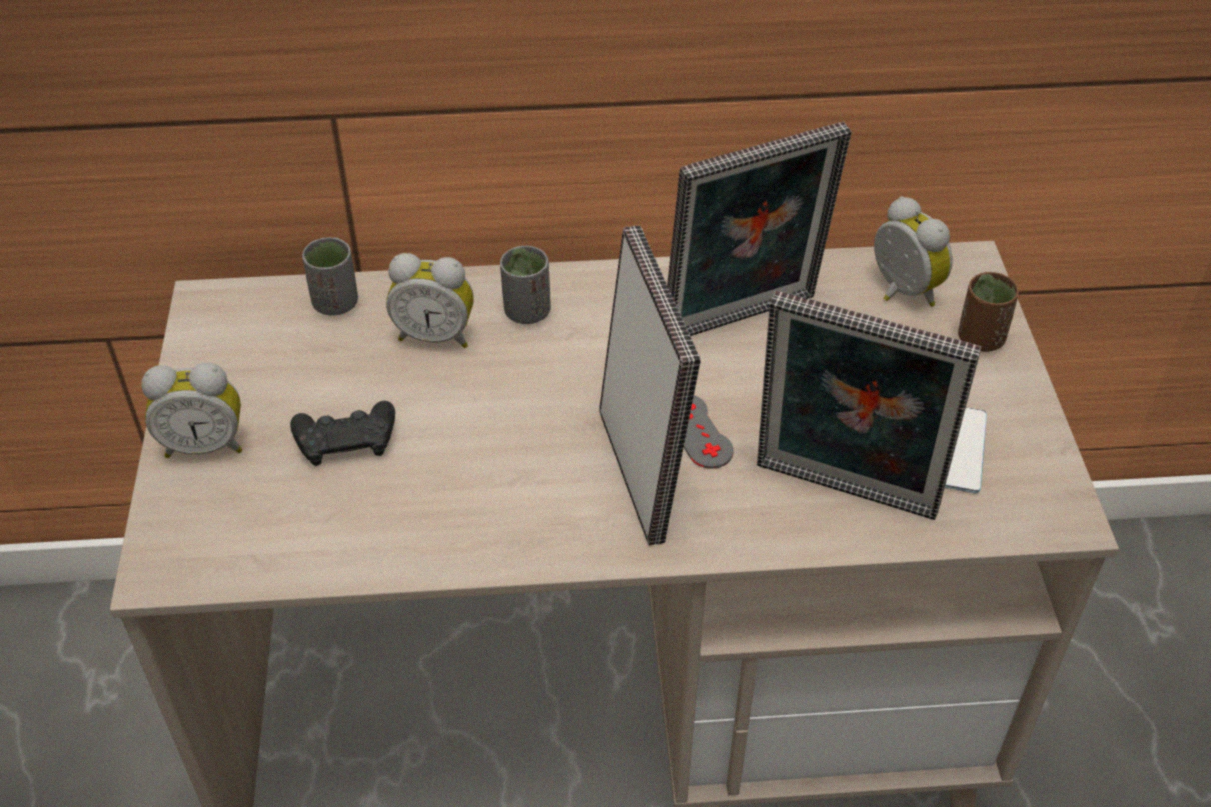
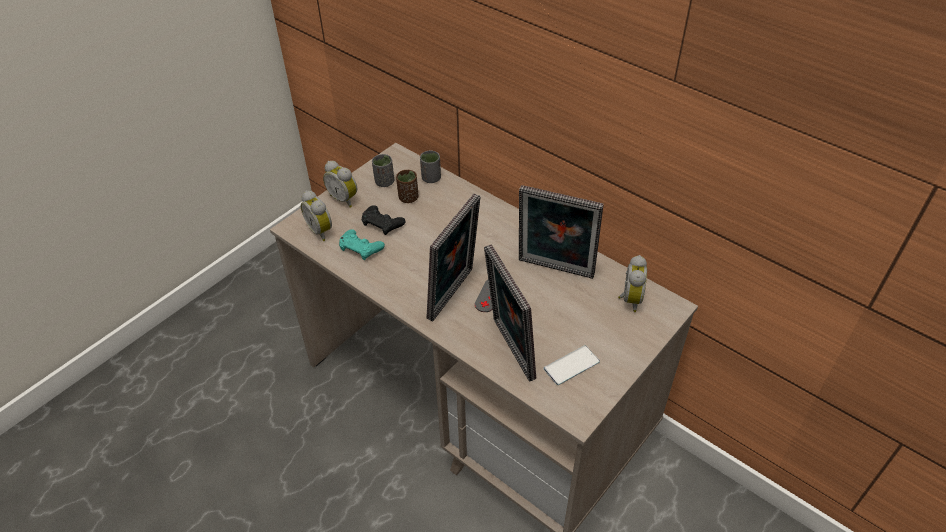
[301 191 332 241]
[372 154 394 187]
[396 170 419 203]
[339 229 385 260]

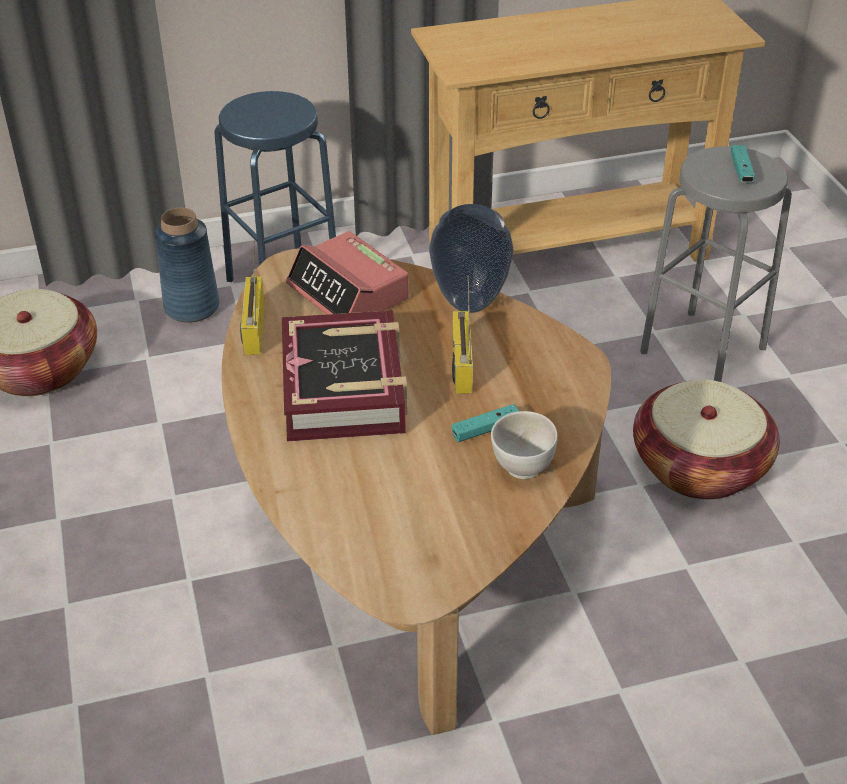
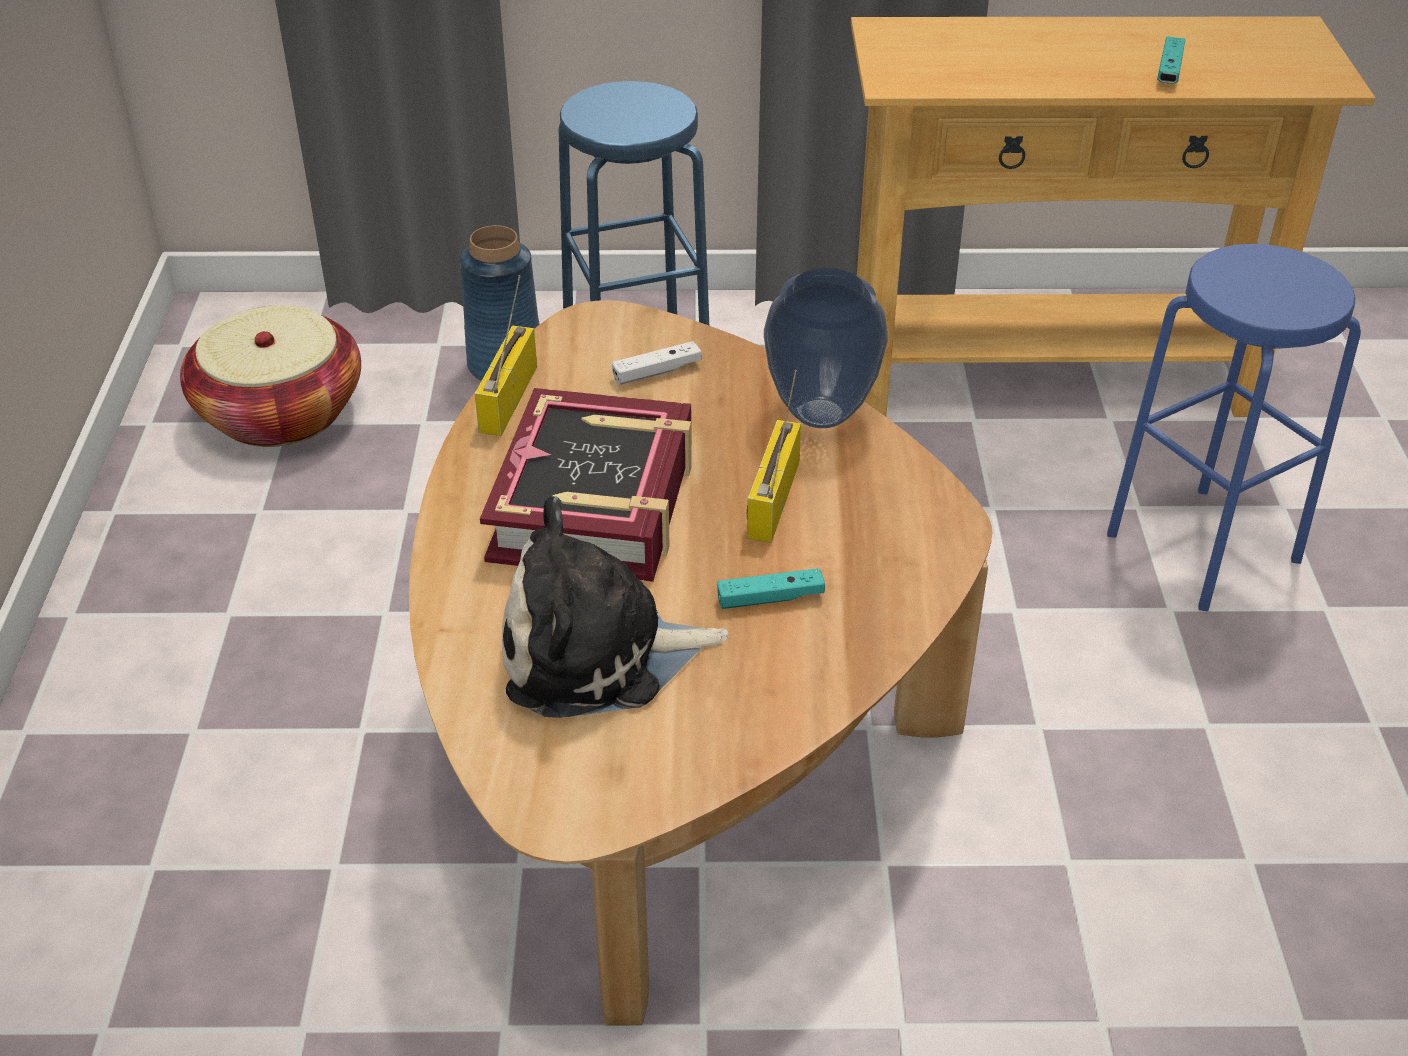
[612 341 701 385]
[491 411 558 479] (first image)
[633 379 780 500] (first image)
[1107 244 1361 611]
[1157 36 1185 84]
[502 496 729 718]

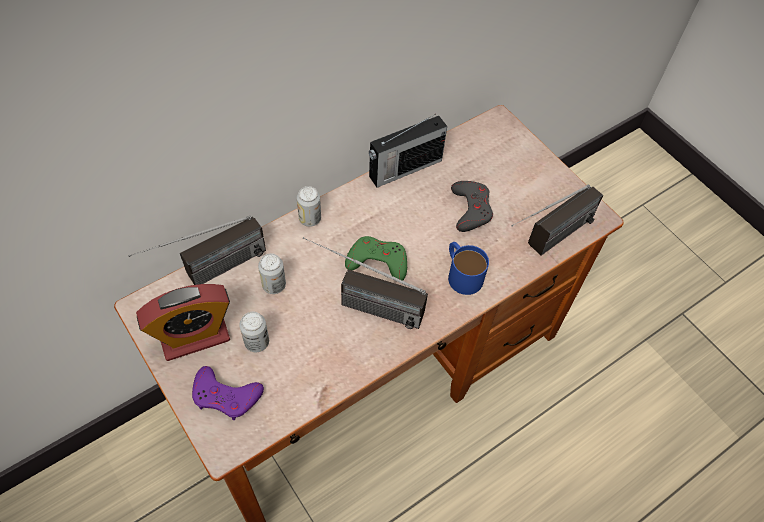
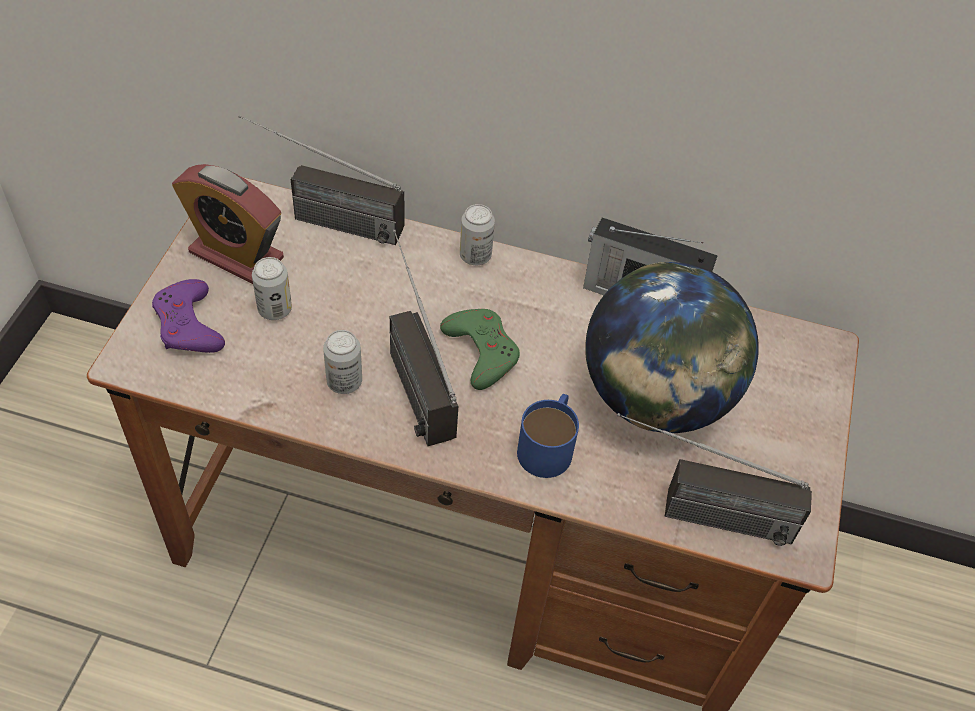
[323 330 362 394]
[585 262 759 433]

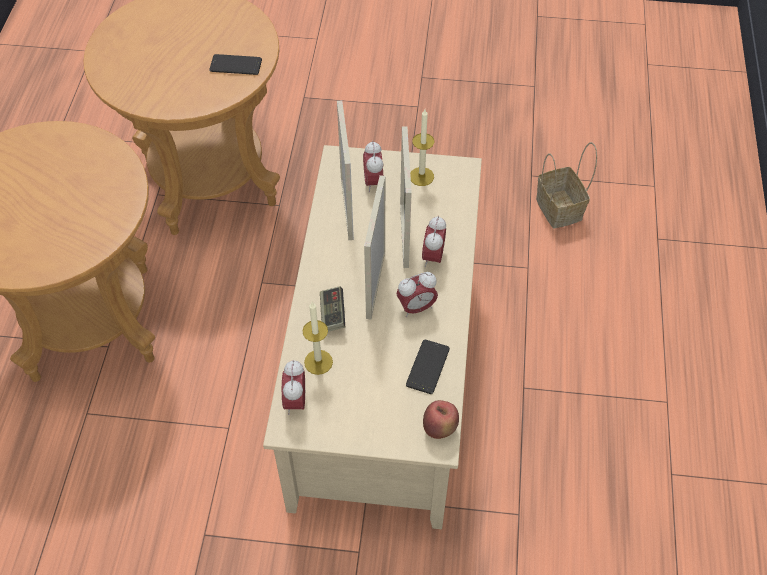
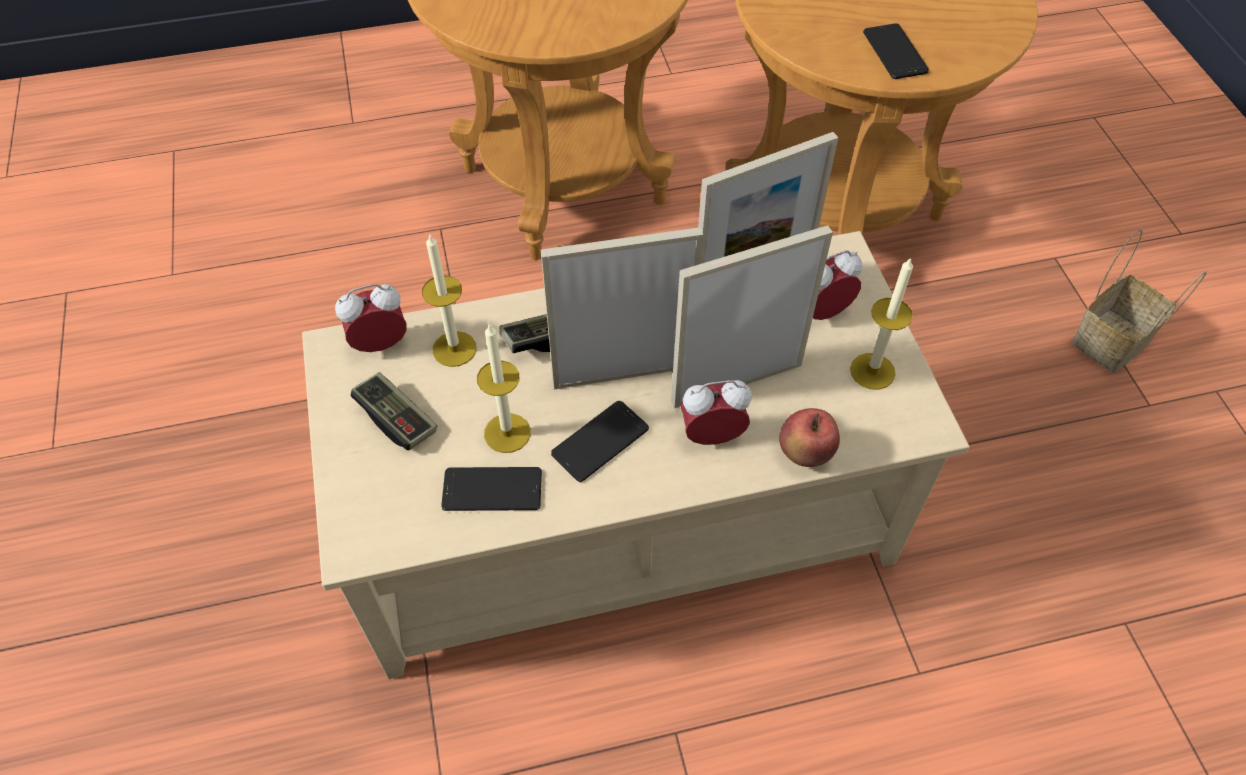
[551 401 649 482]
[779 408 840 467]
[1072 229 1207 372]
[351 372 437 450]
[477 324 531 453]

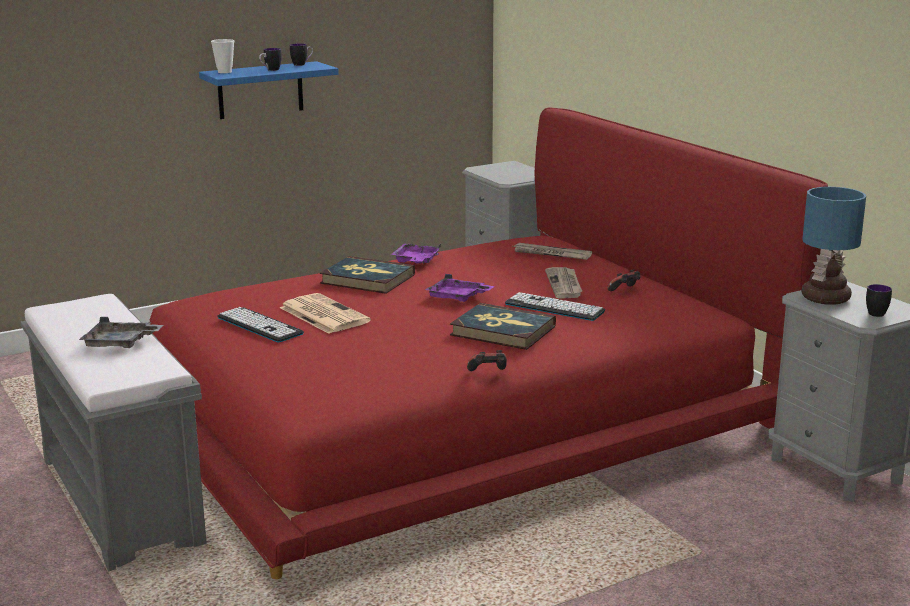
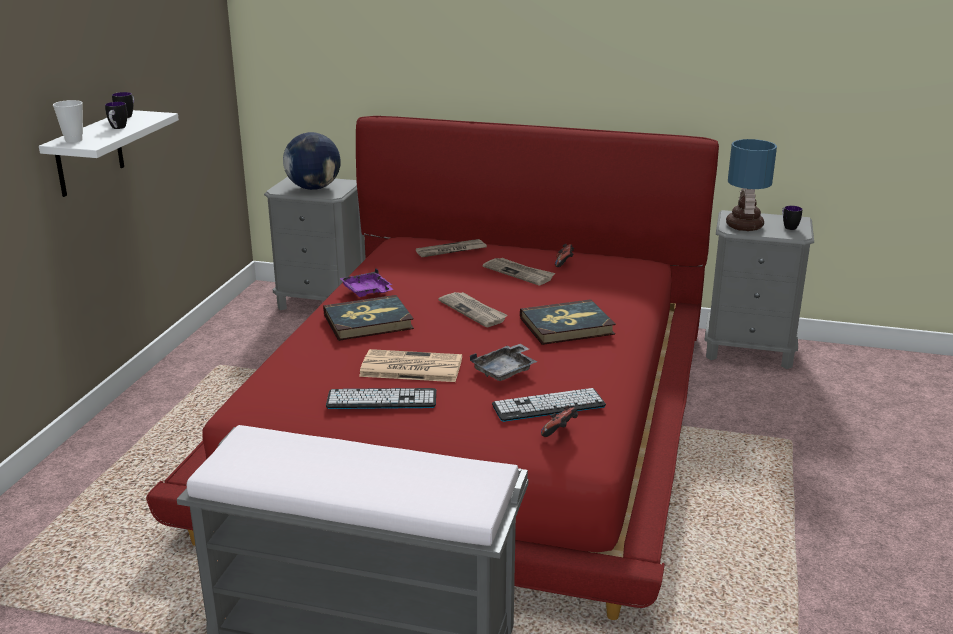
[470 343 537 381]
[39 110 179 197]
[438 292 508 327]
[541 405 578 437]
[492 388 606 422]
[283 132 341 190]

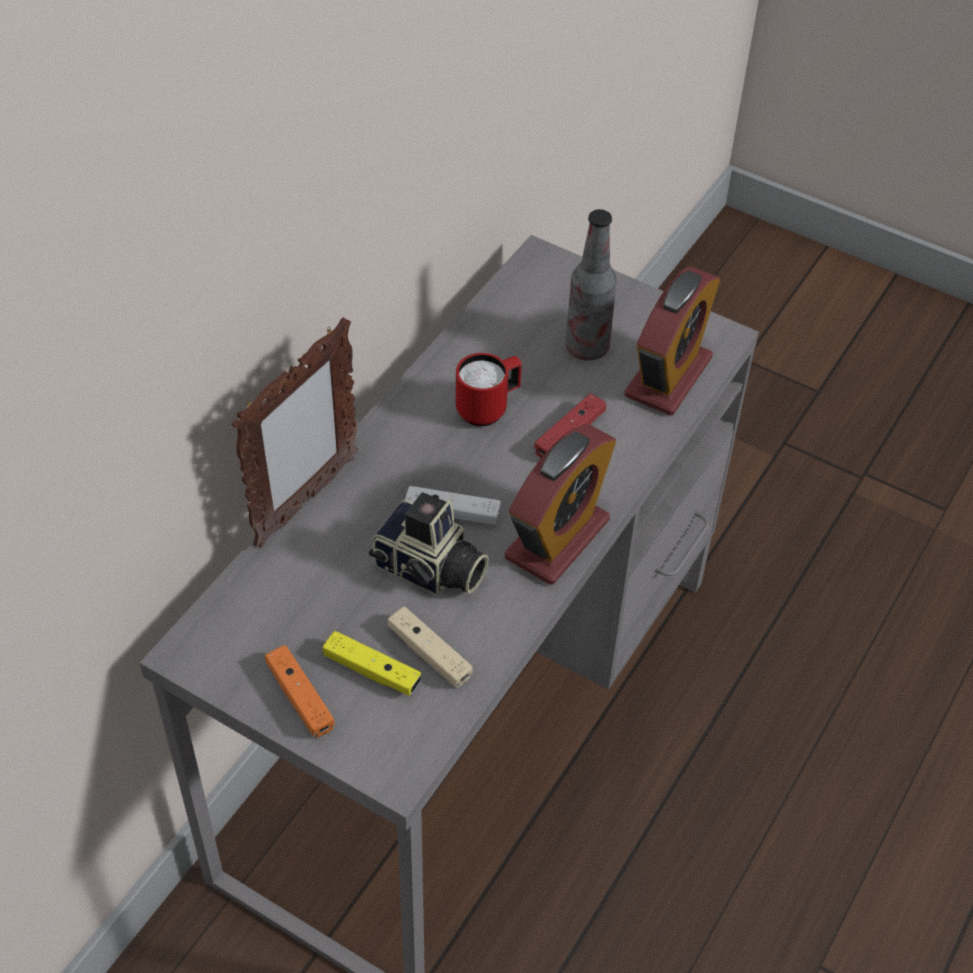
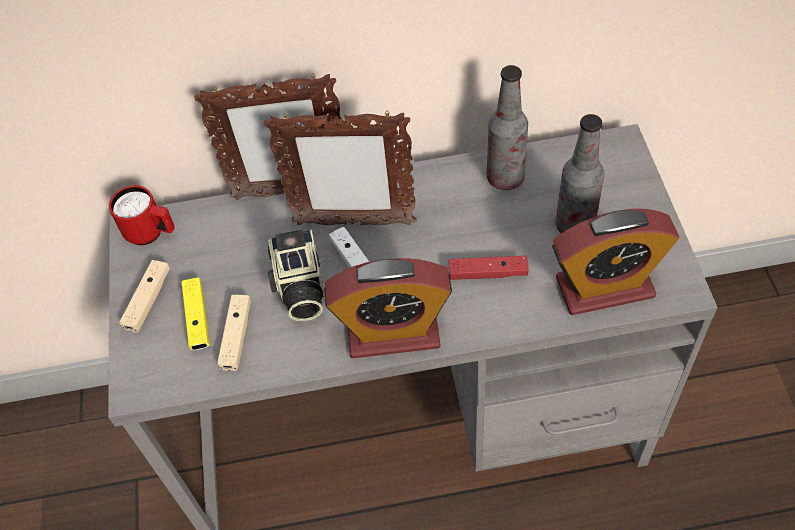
[119 260 170 333]
[109 185 175 245]
[264 112 417 225]
[487 65 528 190]

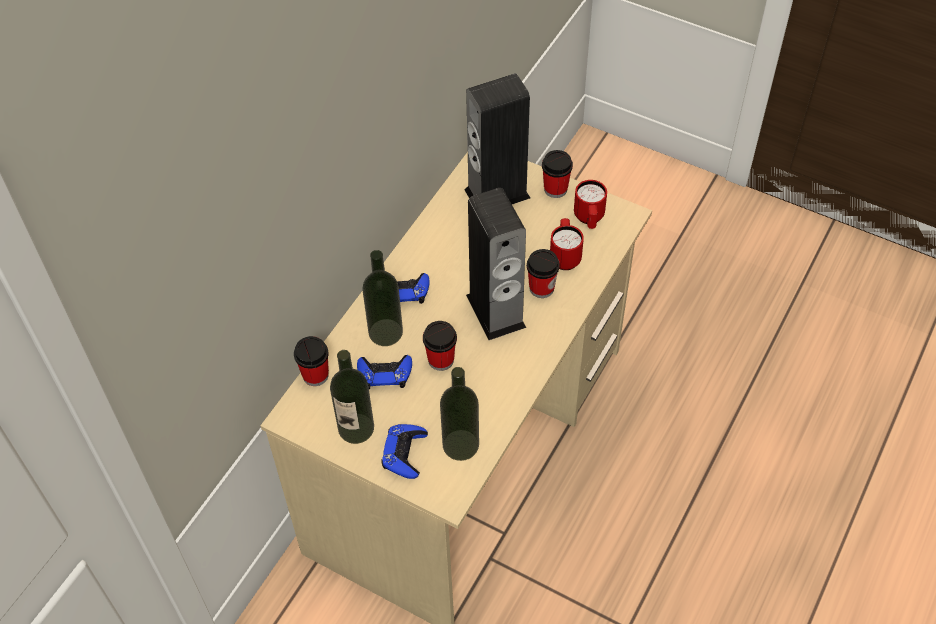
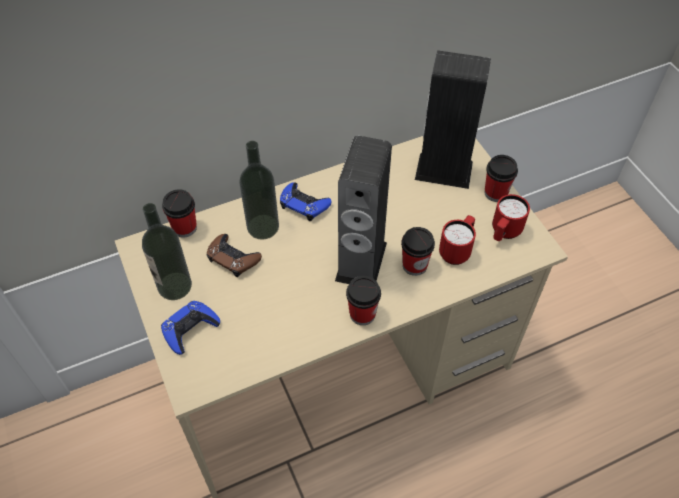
[207 234 262 277]
[346 276 381 325]
[440 367 479 461] (first image)

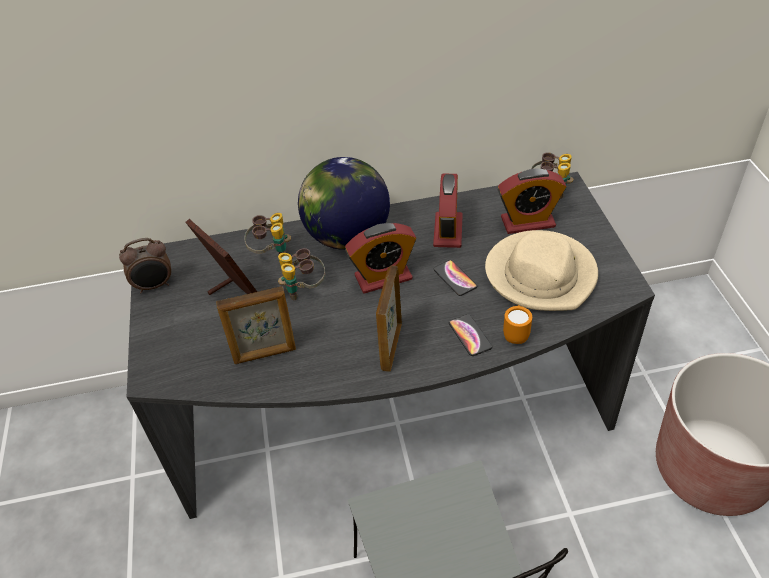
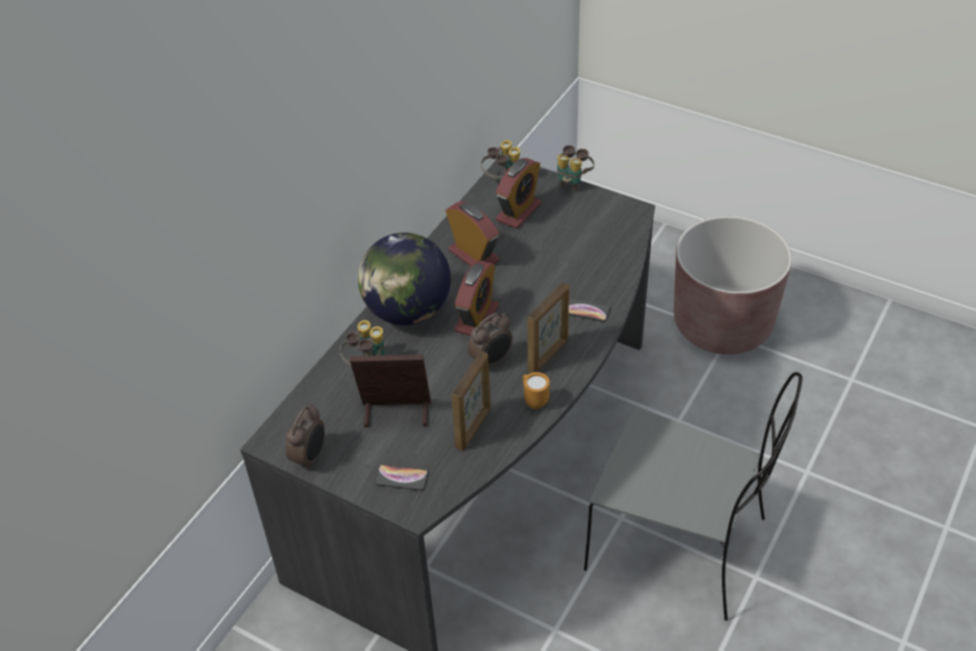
[557 145 594 192]
[528 282 569 373]
[374 464 428 491]
[485 230 598 311] (first image)
[523 372 550 409]
[468 313 513 367]

